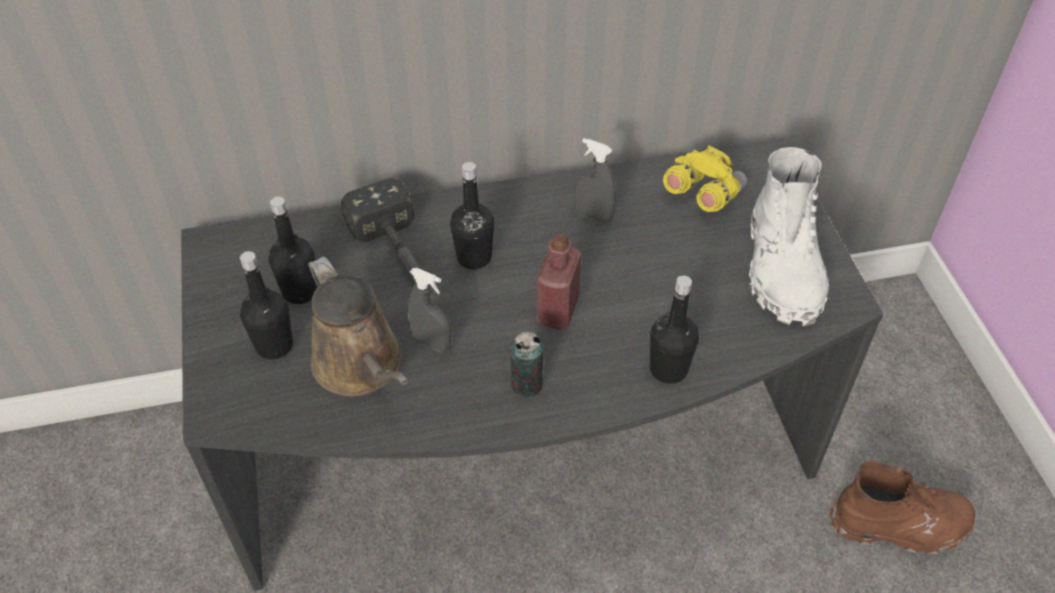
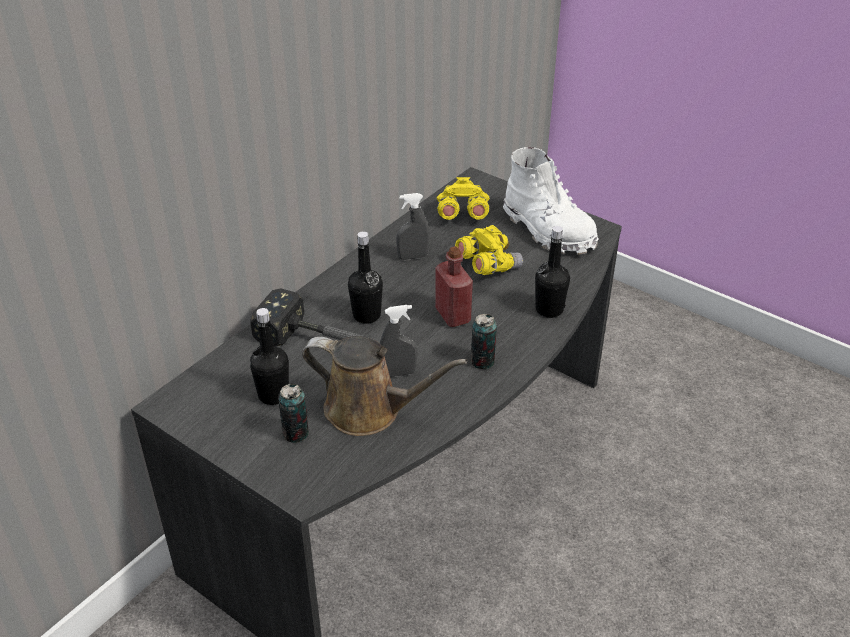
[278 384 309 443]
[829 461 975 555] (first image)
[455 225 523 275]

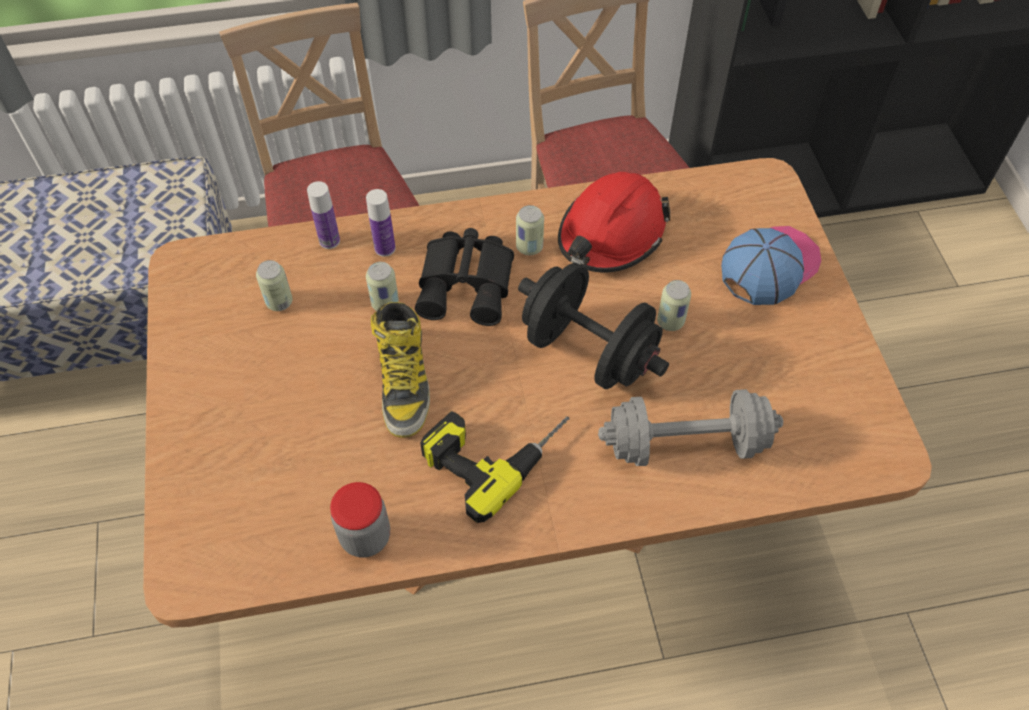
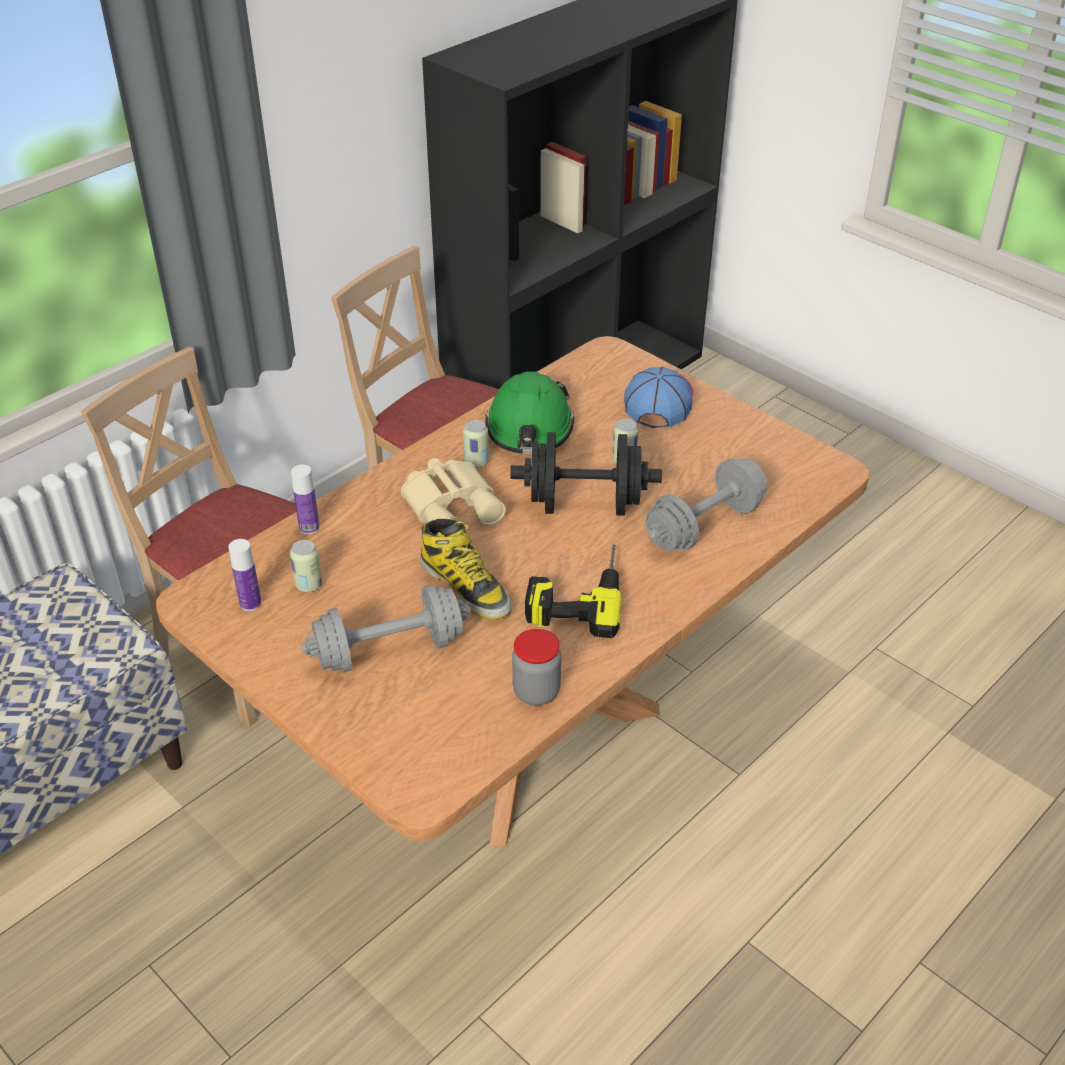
[228 539 262 611]
[366 262 399 311] (first image)
[401 458 506 525]
[485 371 574 454]
[302 585 471 673]

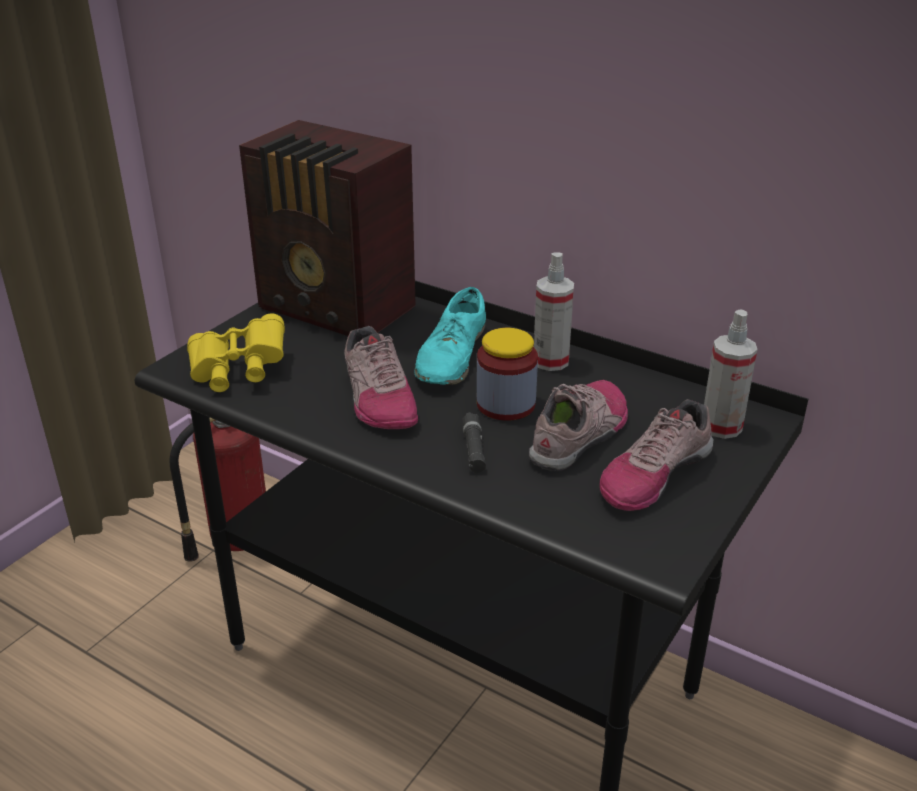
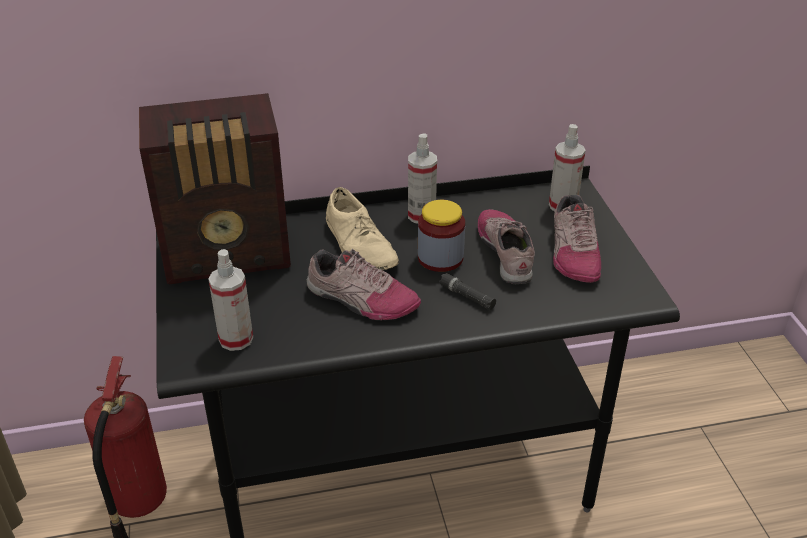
[208 249 253 351]
[326 187 399 270]

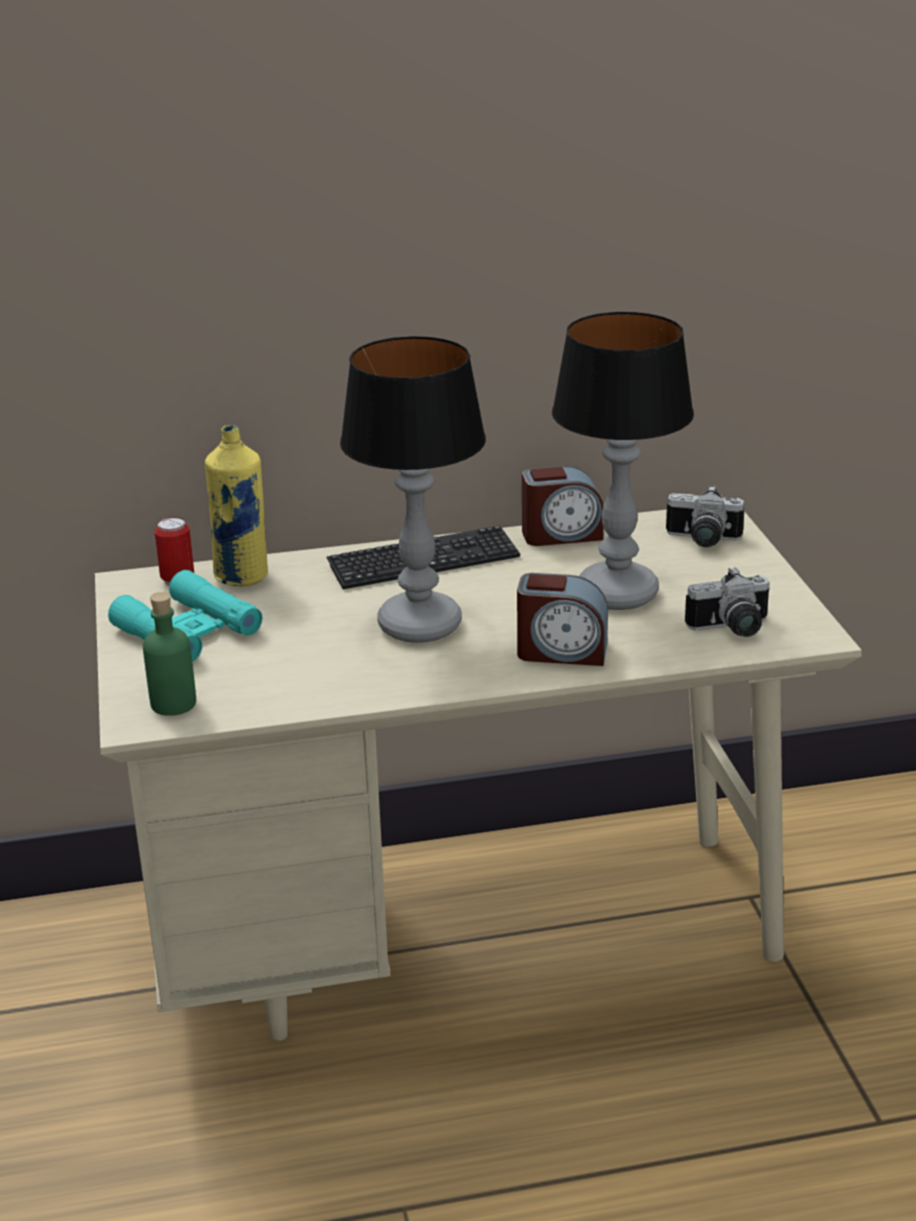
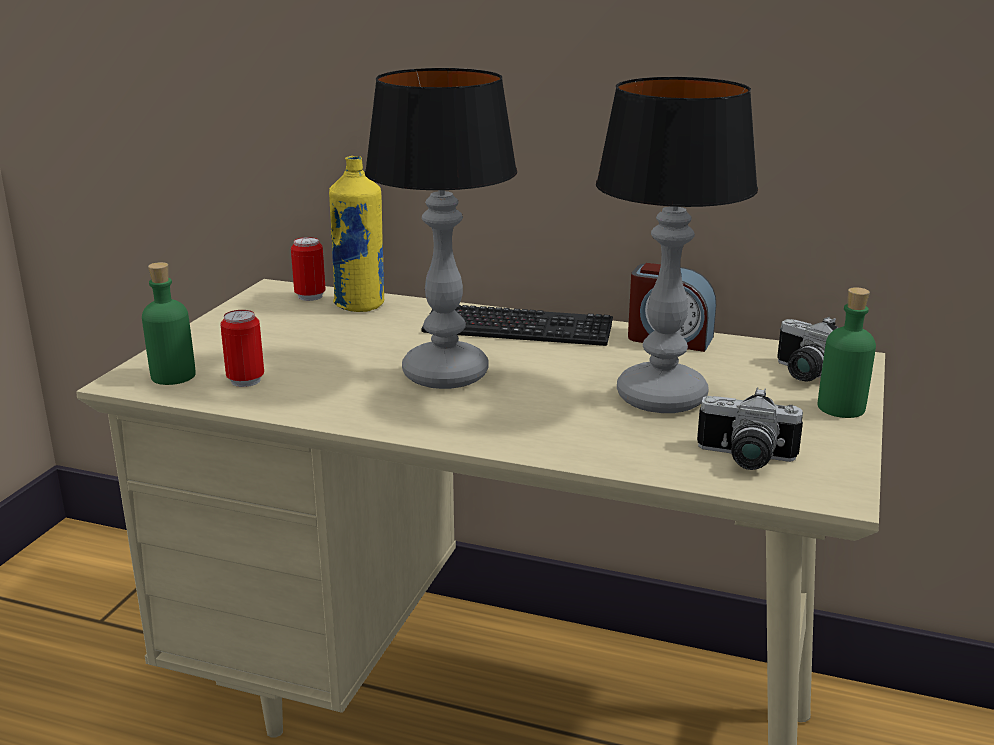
[108 570 262 662] (first image)
[517 573 608 666] (first image)
[220 310 264 387]
[818 287 876 418]

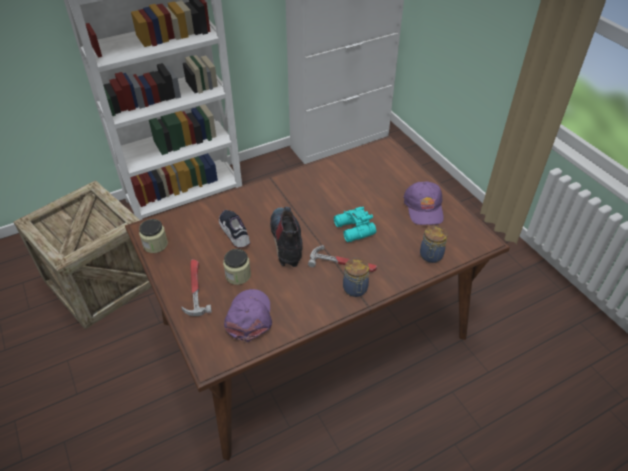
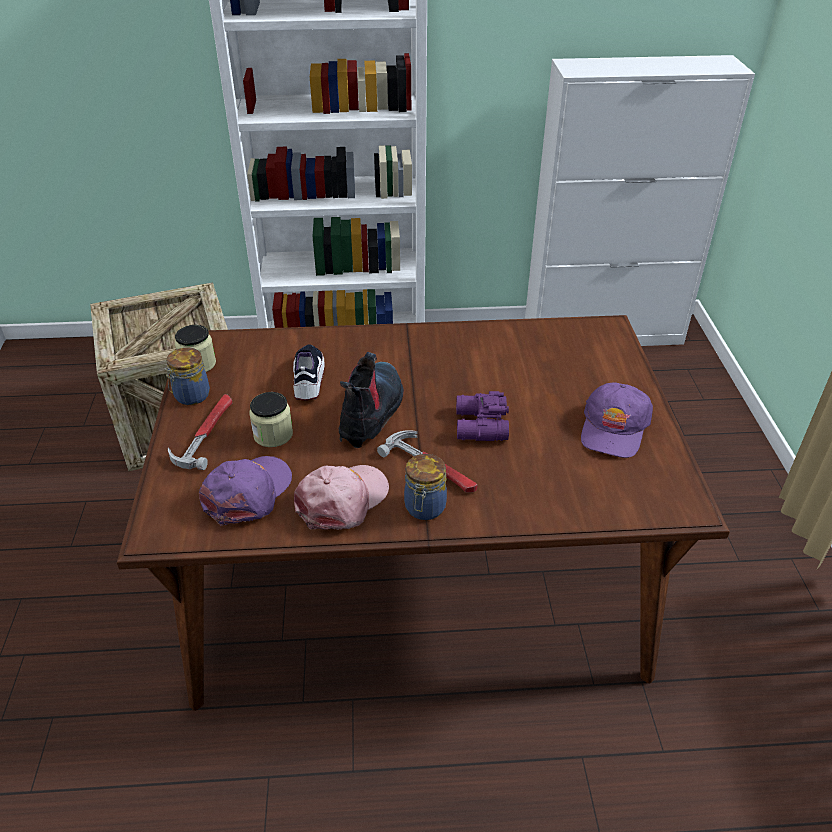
[456 391 509 441]
[165 348 210 405]
[294 465 389 530]

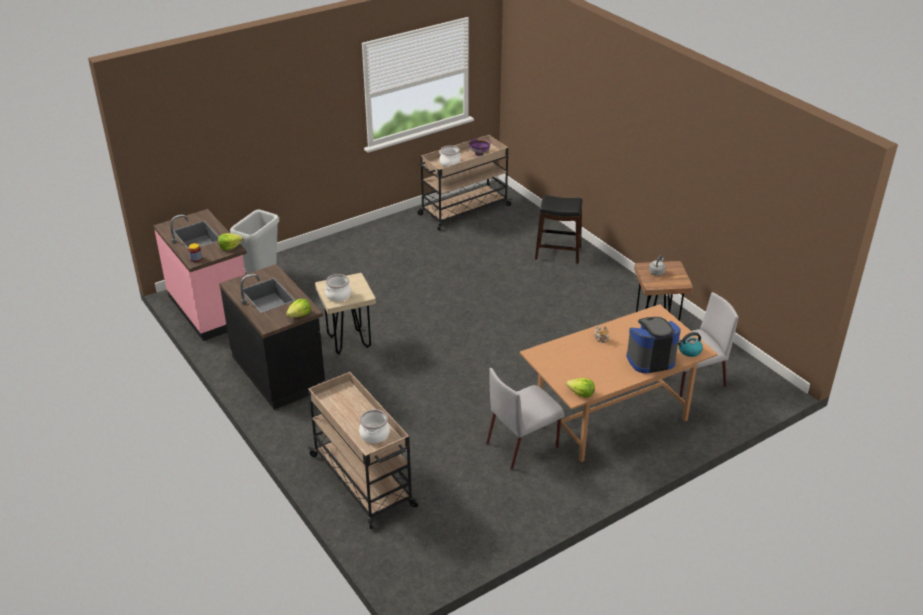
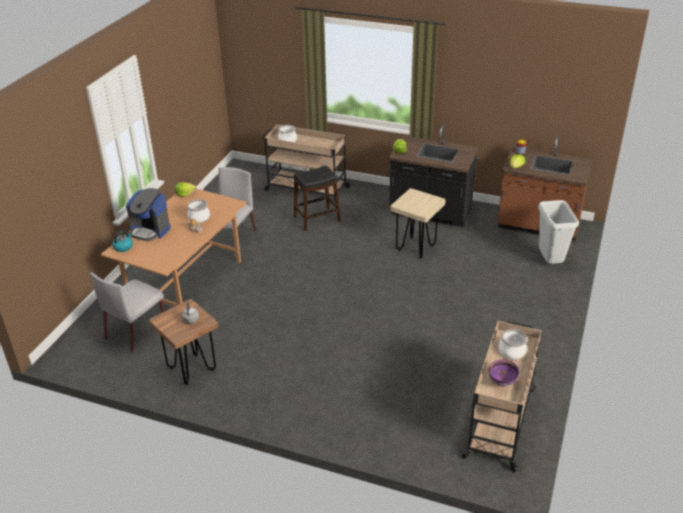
[497 137 593 241]
[187 199 210 223]
[294 166 341 231]
[126 188 170 241]

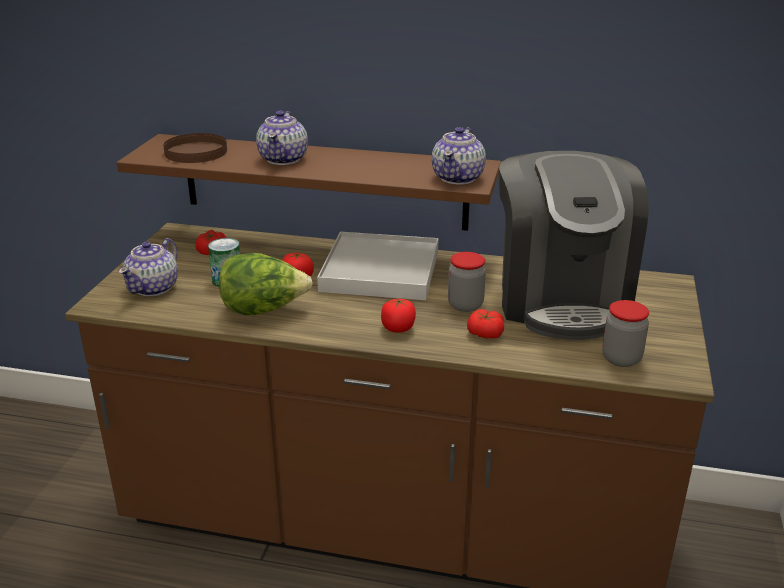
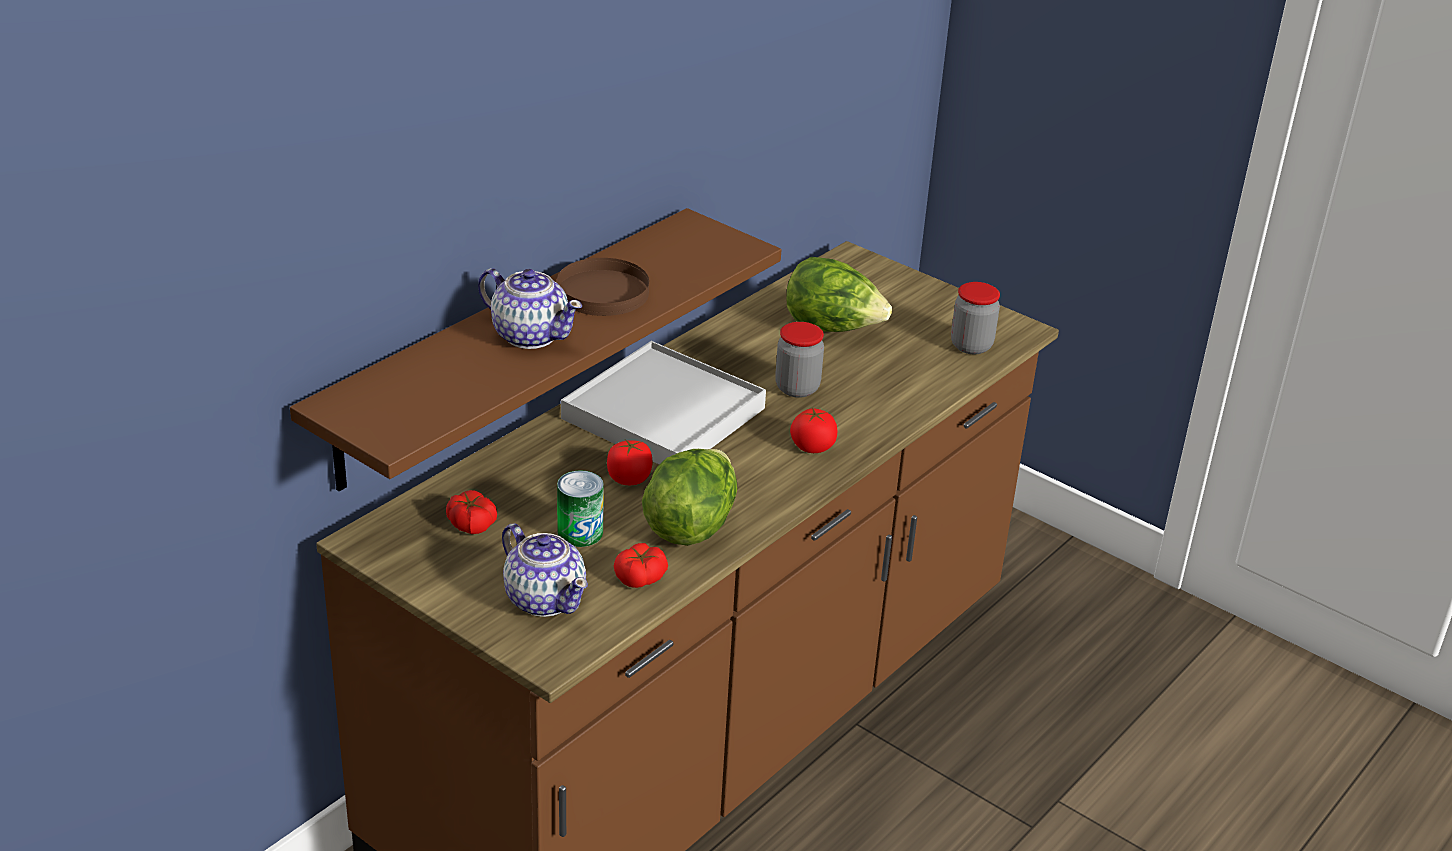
[557 258 649 316]
[432 127 486 185] (first image)
[614 543 668 588]
[786 257 892 332]

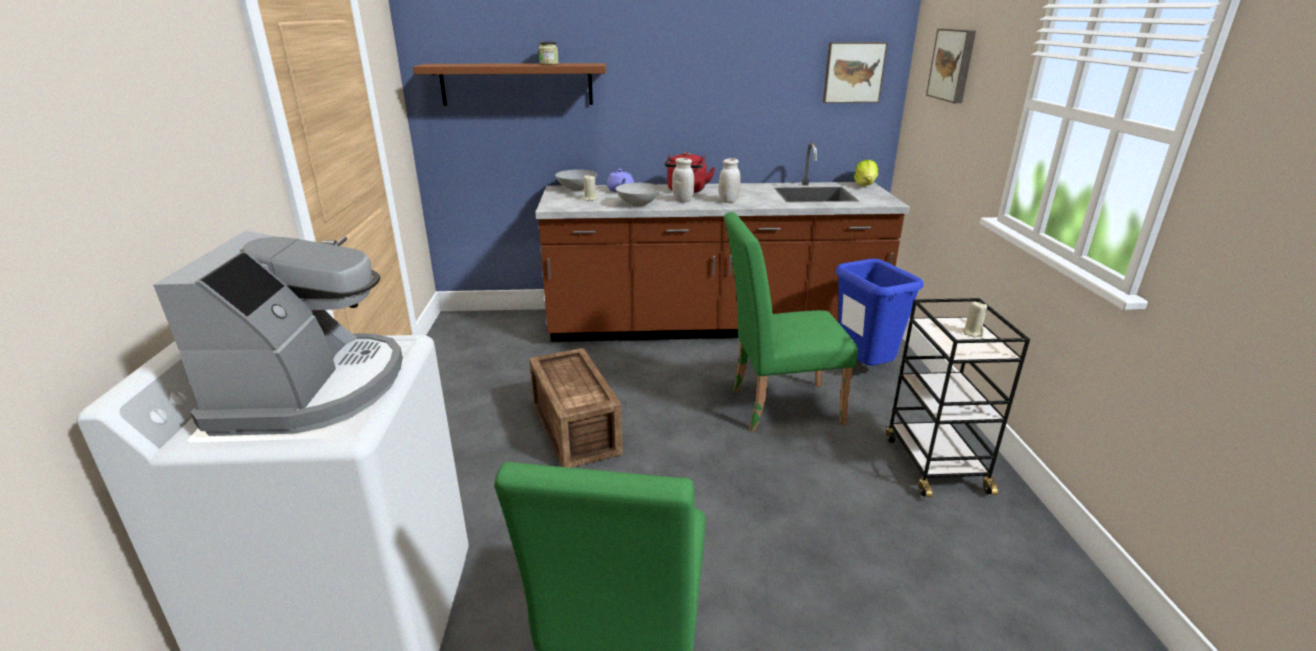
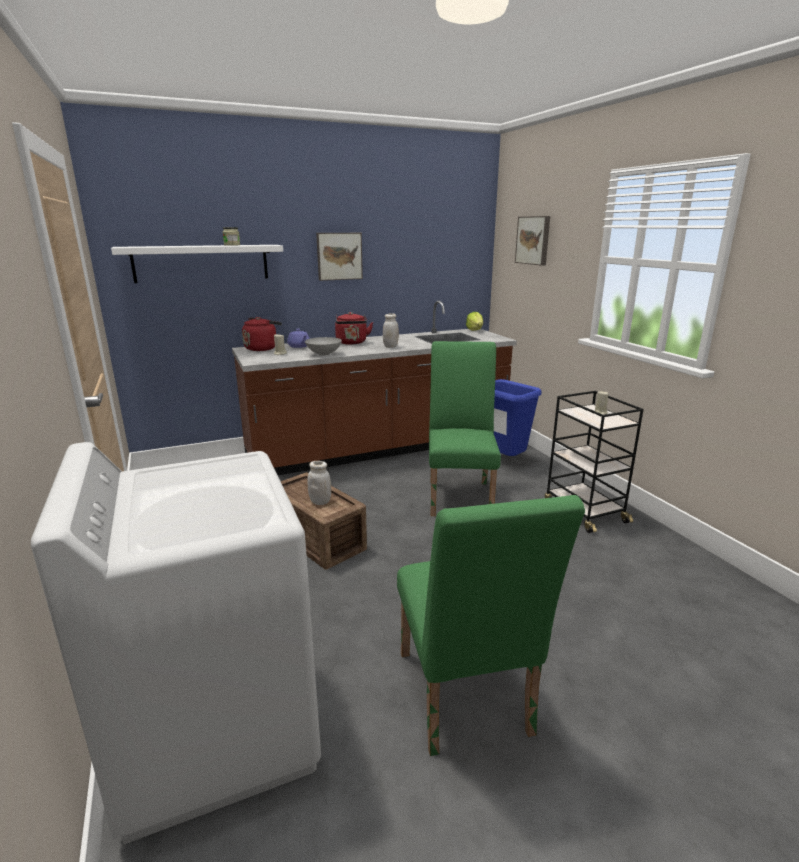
[153 231 403 436] (first image)
[111 245 283 283]
[242 317 282 351]
[307 461 331 505]
[429 341 501 516]
[316 233 363 281]

